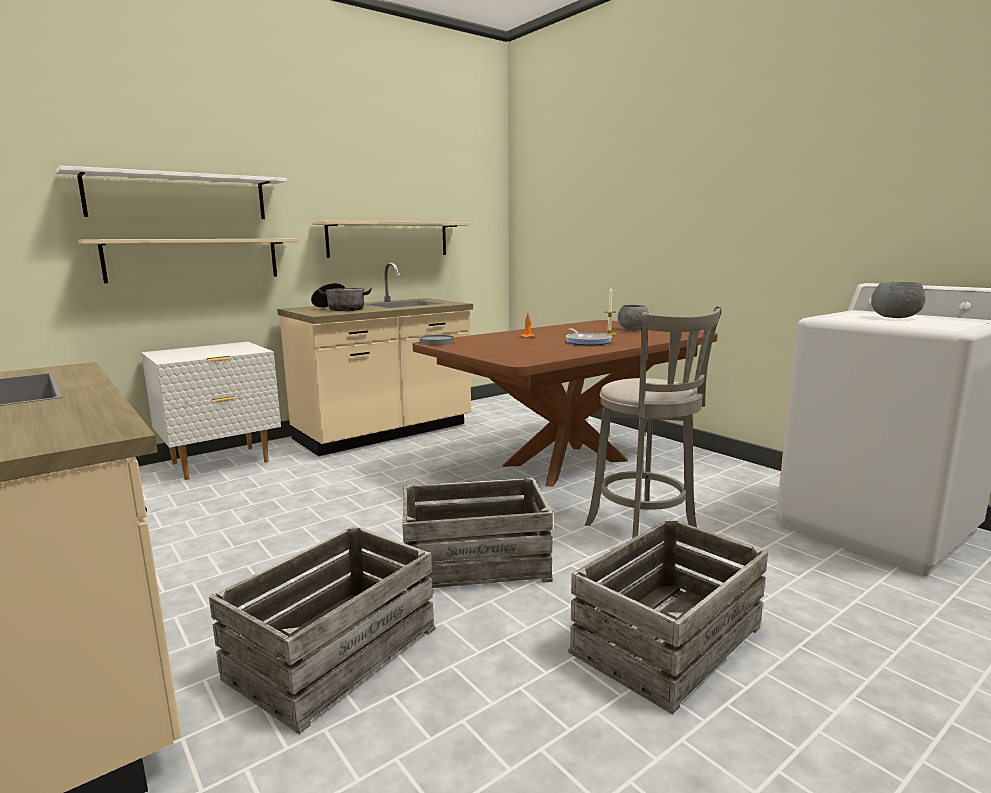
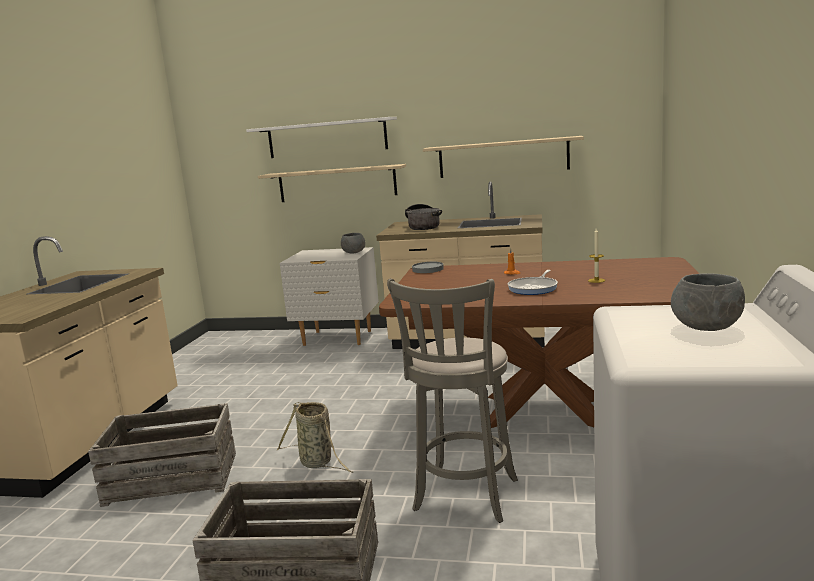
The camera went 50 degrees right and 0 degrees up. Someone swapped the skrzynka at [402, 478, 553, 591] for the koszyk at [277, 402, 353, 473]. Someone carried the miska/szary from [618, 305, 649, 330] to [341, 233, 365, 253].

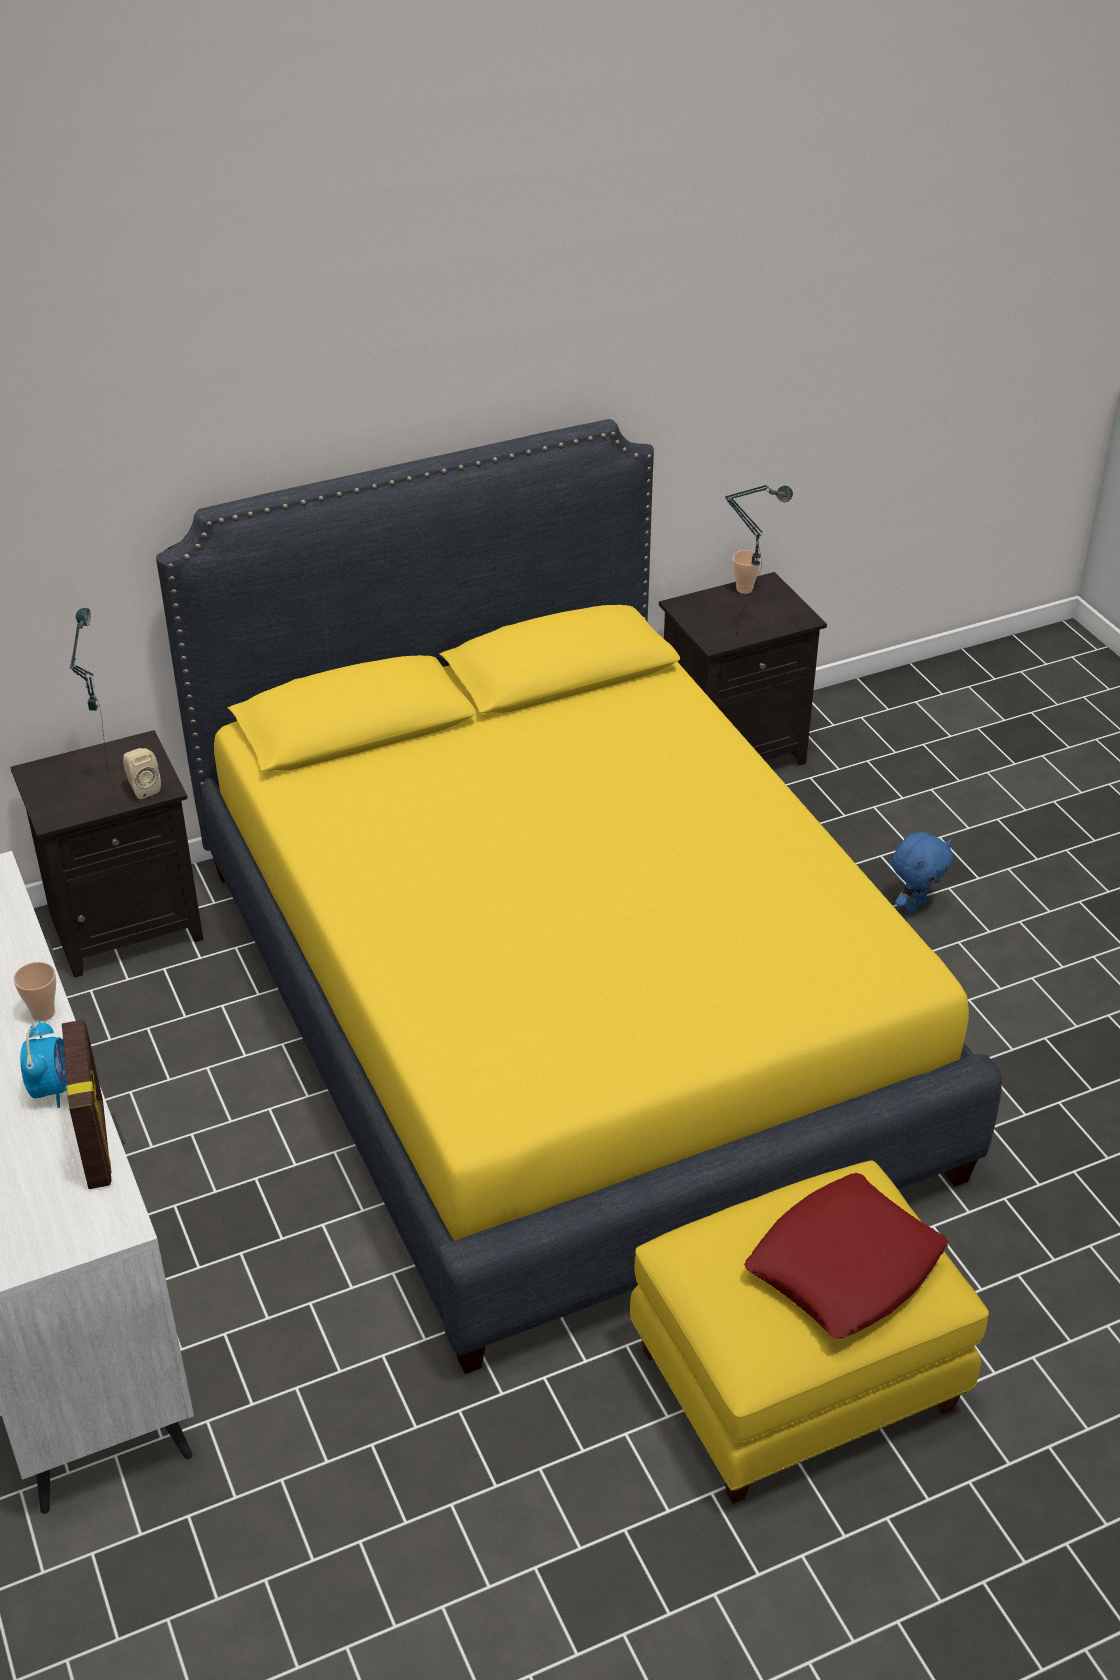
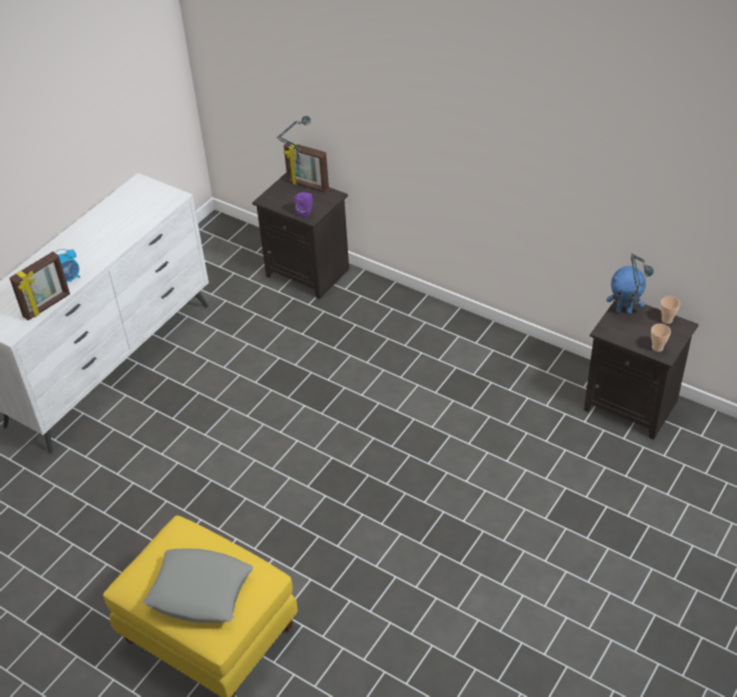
The camera went 60 degrees right and 5 degrees up. Someone carried the filiżanka from [13, 962, 56, 1021] to [651, 324, 671, 352]. Someone repainted the głośnik/beżowy at [123, 748, 161, 799], which became the głośnik/fioletowy at [295, 192, 313, 218]. Someone took away the łóżko/żółty at [156, 419, 1002, 1374]. Someone repainted the poduszka/czerwony at [744, 1173, 948, 1339], which became the poduszka/szary at [143, 548, 253, 623]. Someone carried the pluszak/niebieski from [892, 832, 953, 913] to [606, 266, 646, 314]. Someone put down the ramka na zdjęcie at [284, 142, 329, 193].

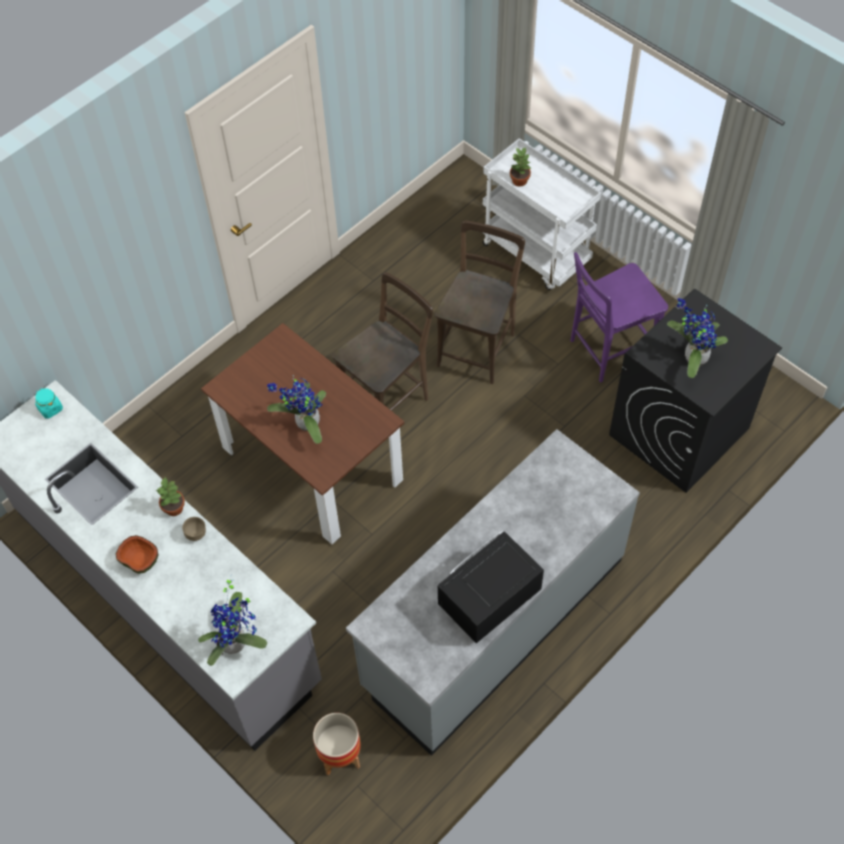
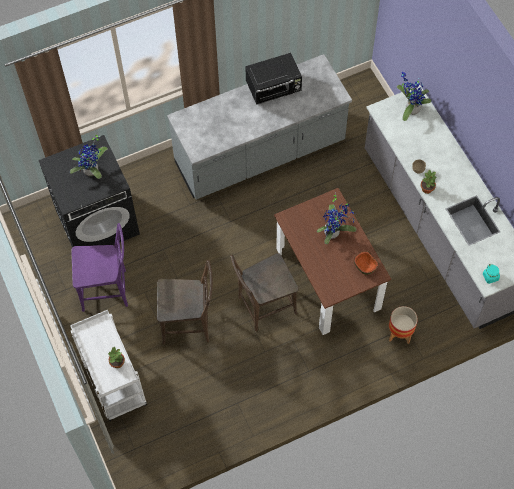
The camera went 160 degrees left and 5 degrees up. Someone carried the miska from [116, 535, 158, 574] to [354, 251, 378, 275]. Someone carried the donica from [313, 713, 361, 776] to [389, 306, 418, 344]. Someone rotated the krzesło/brązowy at [435, 220, 525, 384] by 135 degrees counterclockwise.

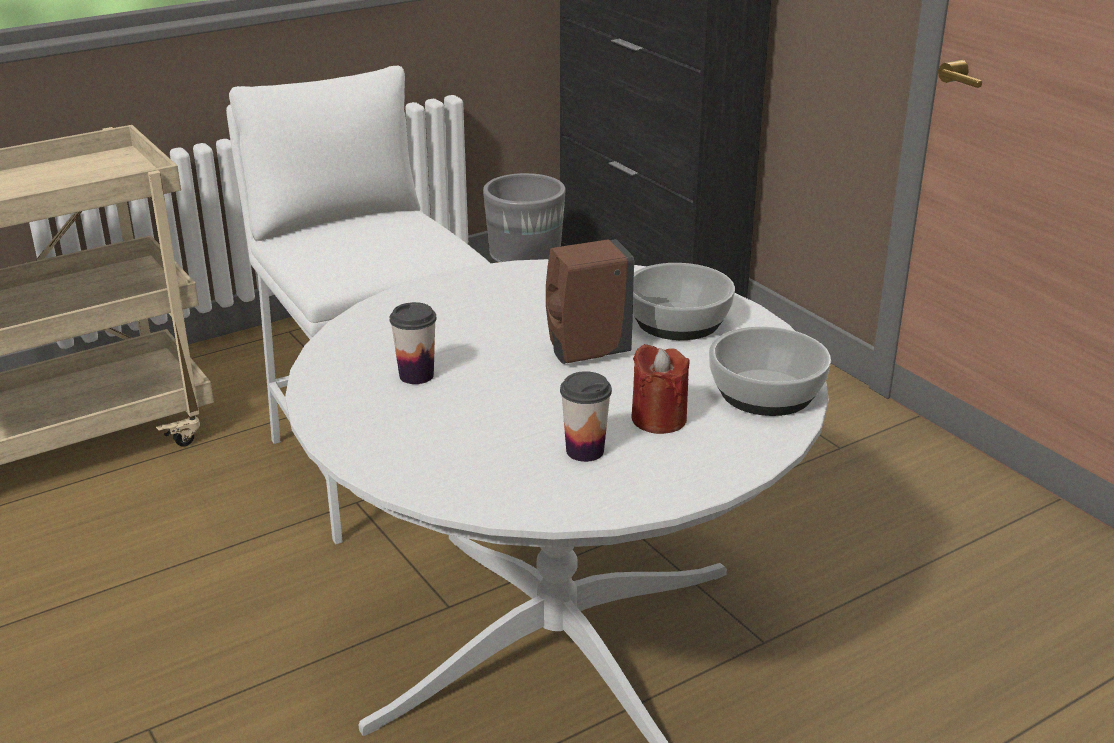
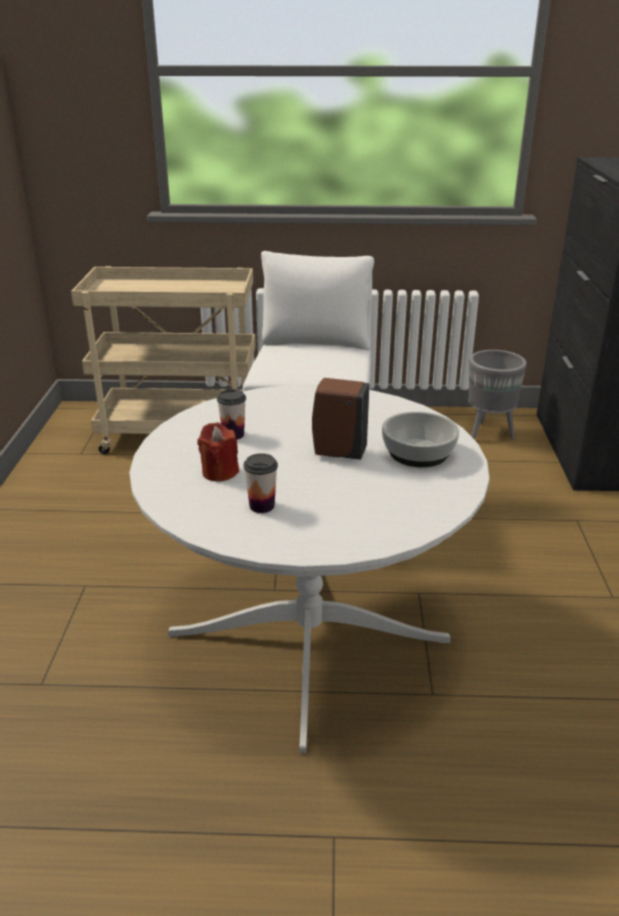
The camera went 35 degrees right and 0 degrees up. Someone carried the świeca/czerwony from [632, 344, 690, 434] to [197, 423, 239, 482]. Someone took away the miska at [709, 326, 831, 416].

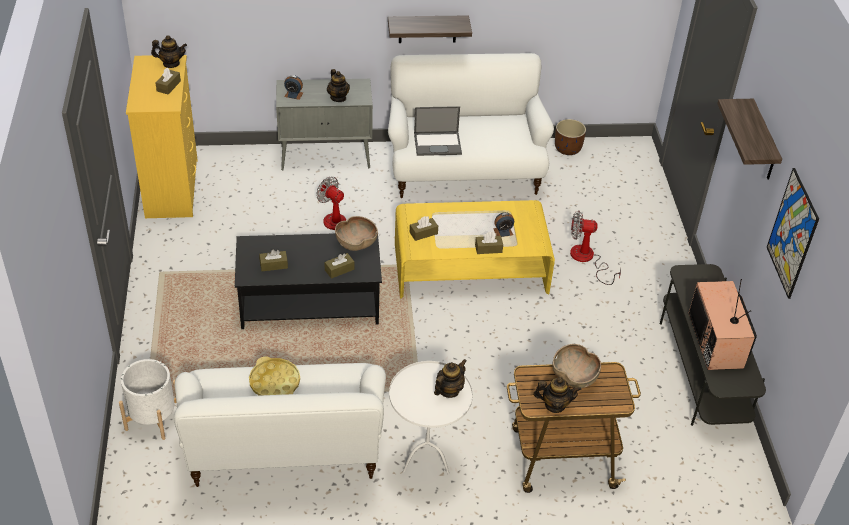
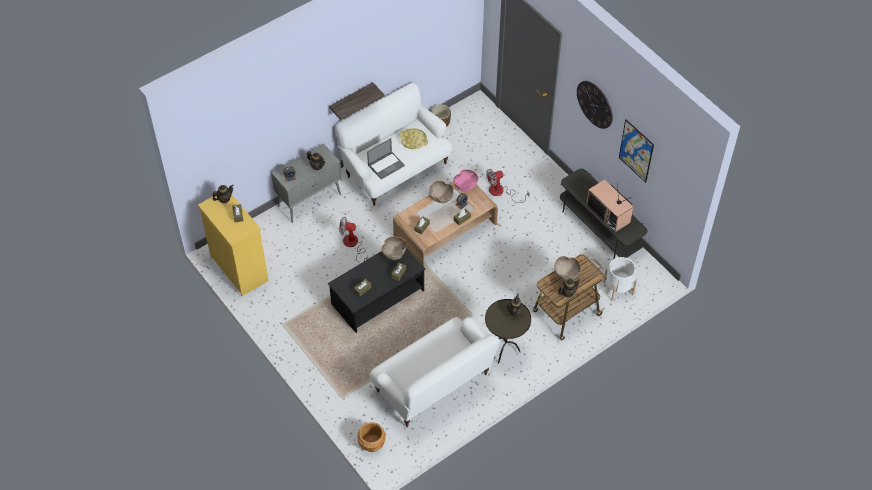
The camera went 30 degrees left and 10 degrees up. Someone carried the donica/biały from [119, 359, 176, 440] to [603, 257, 637, 301]. Someone carried the taca/żółty from [249, 357, 300, 396] to [399, 128, 428, 149]. Someone repainted the stolik/biały at [389, 361, 473, 475], which became the stolik/brązowy at [485, 299, 531, 364]. Someone repainted the ława/żółty at [395, 200, 555, 299], which became the ława/brązowy at [393, 181, 498, 267]. Someone swapped the półka at [717, 99, 782, 180] for the zegar ścienny at [577, 81, 613, 129]. Someone put down the donica/brązowy at [358, 422, 386, 452]. Someone put down the miska/brązowy at [429, 181, 454, 203]. Someone put down the miska/różowy at [453, 169, 478, 191].

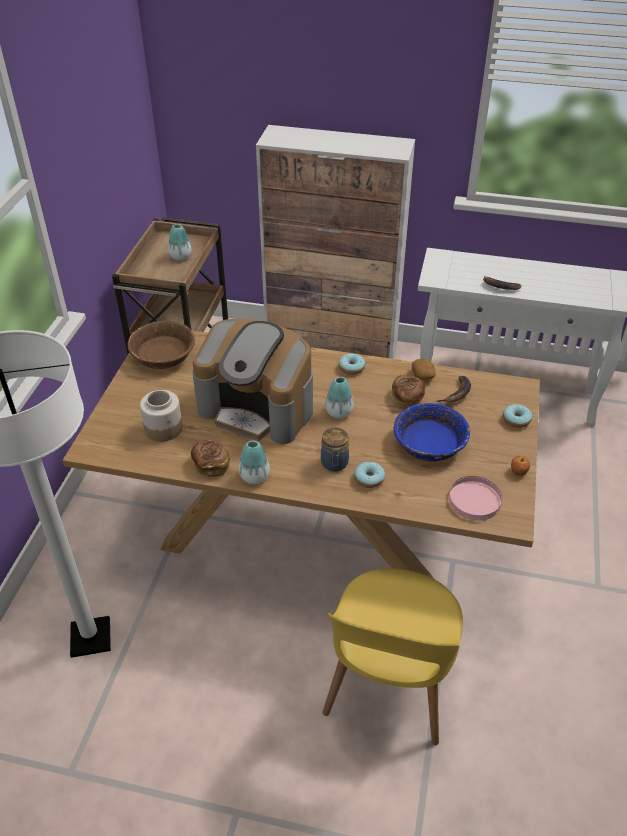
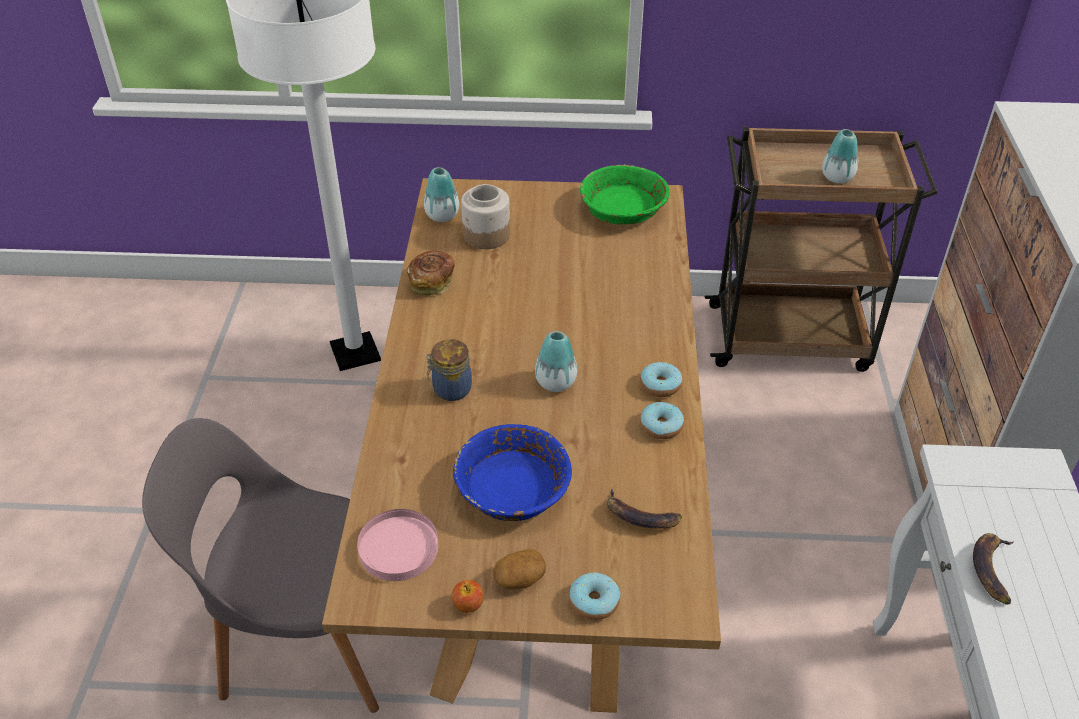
The camera went 80 degrees right and 0 degrees up. Someone repainted the miska/brązowy at [127, 321, 195, 369], which became the miska/zielony at [580, 164, 670, 225]. Someone took away the ekspres do kawy at [193, 319, 313, 444]. Someone carried the wazon from [239, 440, 270, 484] to [424, 167, 459, 222]. Someone repainted the krzesło/żółty at [323, 568, 463, 745], which became the krzesło/szary at [142, 418, 379, 713]. Someone carried the donut from [354, 462, 385, 488] to [640, 402, 684, 439]. Someone took away the chleb at [391, 375, 425, 406]. Someone carried the ziemniak from [412, 359, 436, 380] to [493, 549, 546, 590].

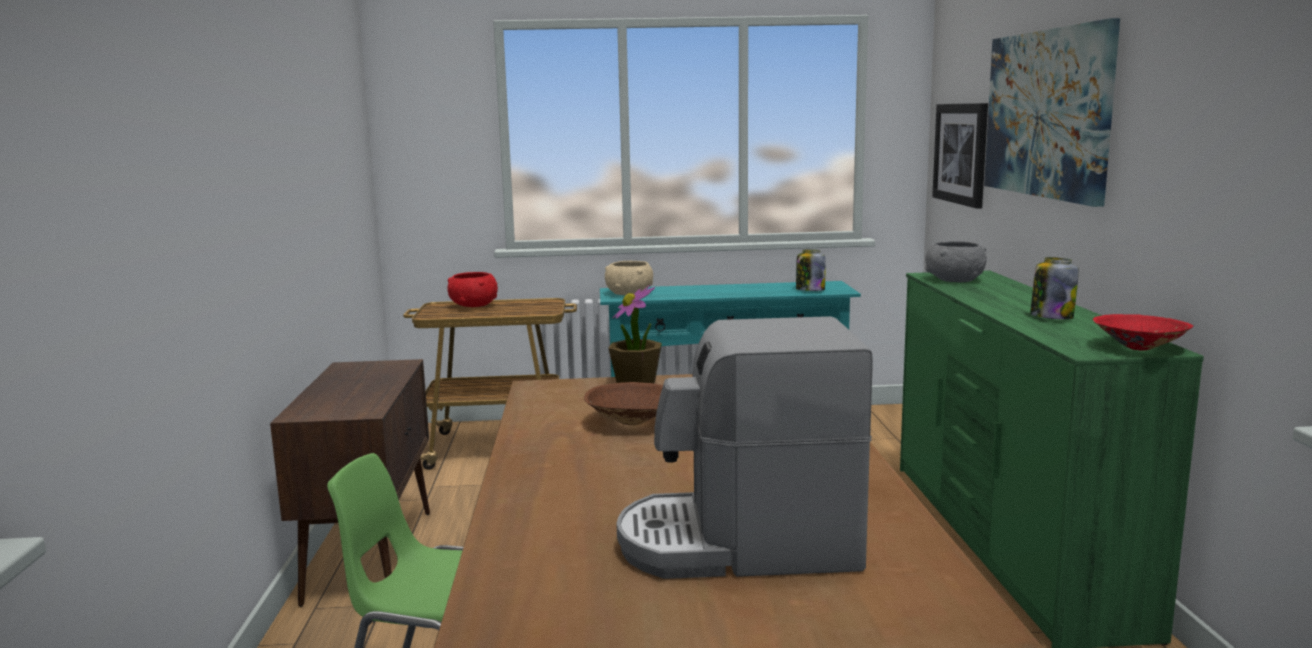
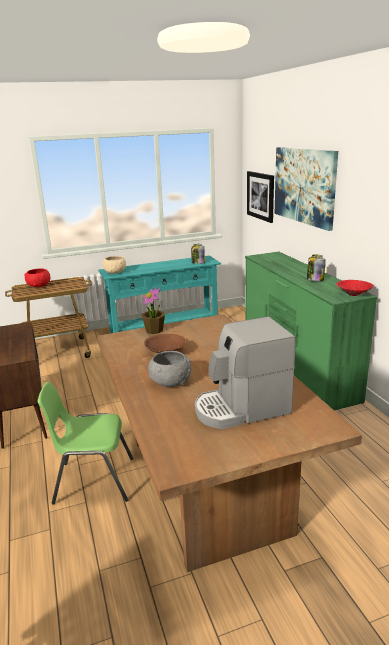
The camera went 15 degrees left and 10 degrees up. Someone carried the miska/szary from [925, 241, 987, 282] to [148, 351, 191, 387].

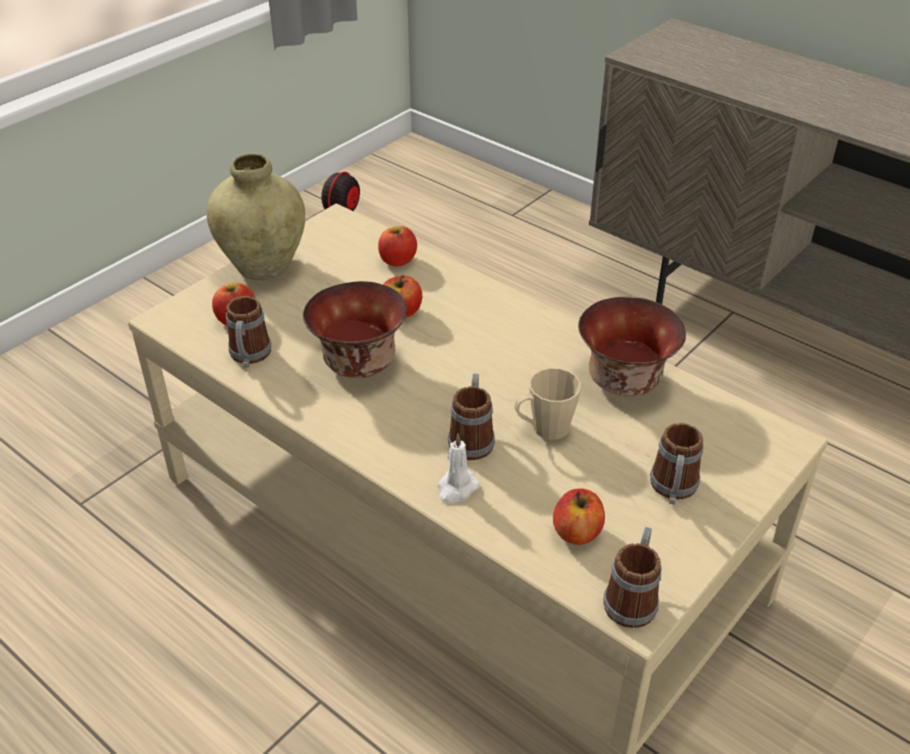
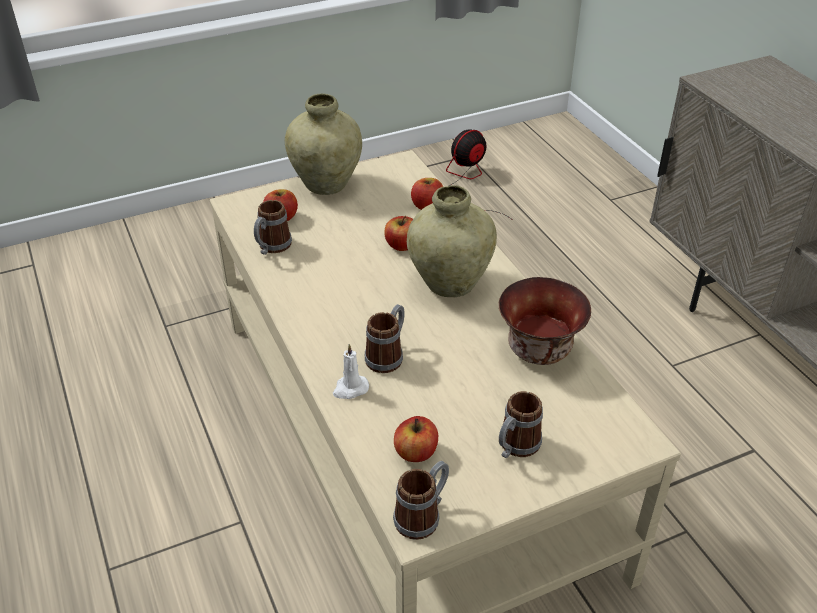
The camera went 25 degrees right and 0 degrees up. Someone took away the miska at [303, 281, 407, 378]. Someone took away the kubek/beżowy at [515, 368, 581, 440]. Someone put down the wazon/beżowy at [407, 185, 497, 297].

